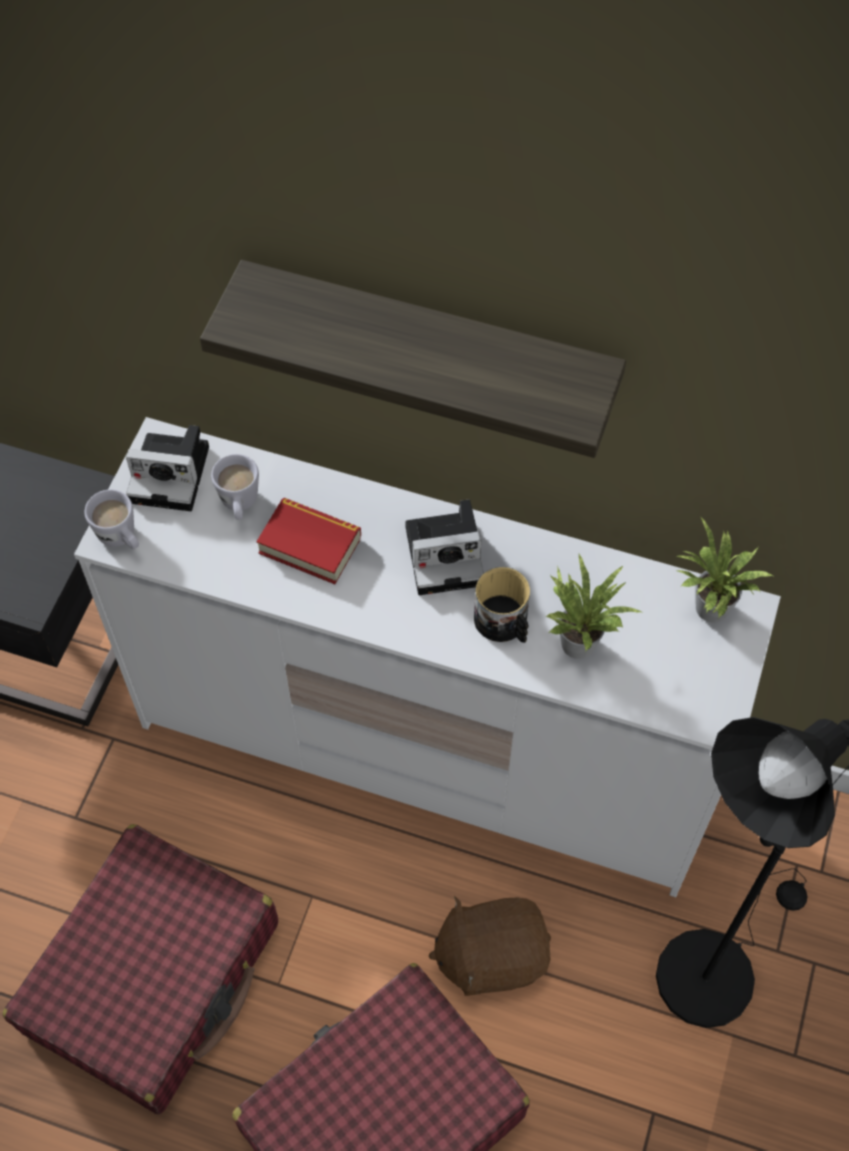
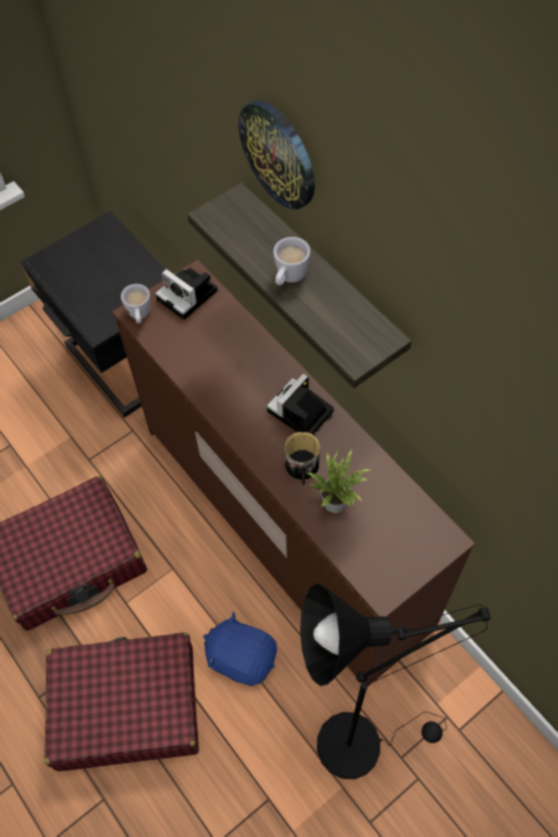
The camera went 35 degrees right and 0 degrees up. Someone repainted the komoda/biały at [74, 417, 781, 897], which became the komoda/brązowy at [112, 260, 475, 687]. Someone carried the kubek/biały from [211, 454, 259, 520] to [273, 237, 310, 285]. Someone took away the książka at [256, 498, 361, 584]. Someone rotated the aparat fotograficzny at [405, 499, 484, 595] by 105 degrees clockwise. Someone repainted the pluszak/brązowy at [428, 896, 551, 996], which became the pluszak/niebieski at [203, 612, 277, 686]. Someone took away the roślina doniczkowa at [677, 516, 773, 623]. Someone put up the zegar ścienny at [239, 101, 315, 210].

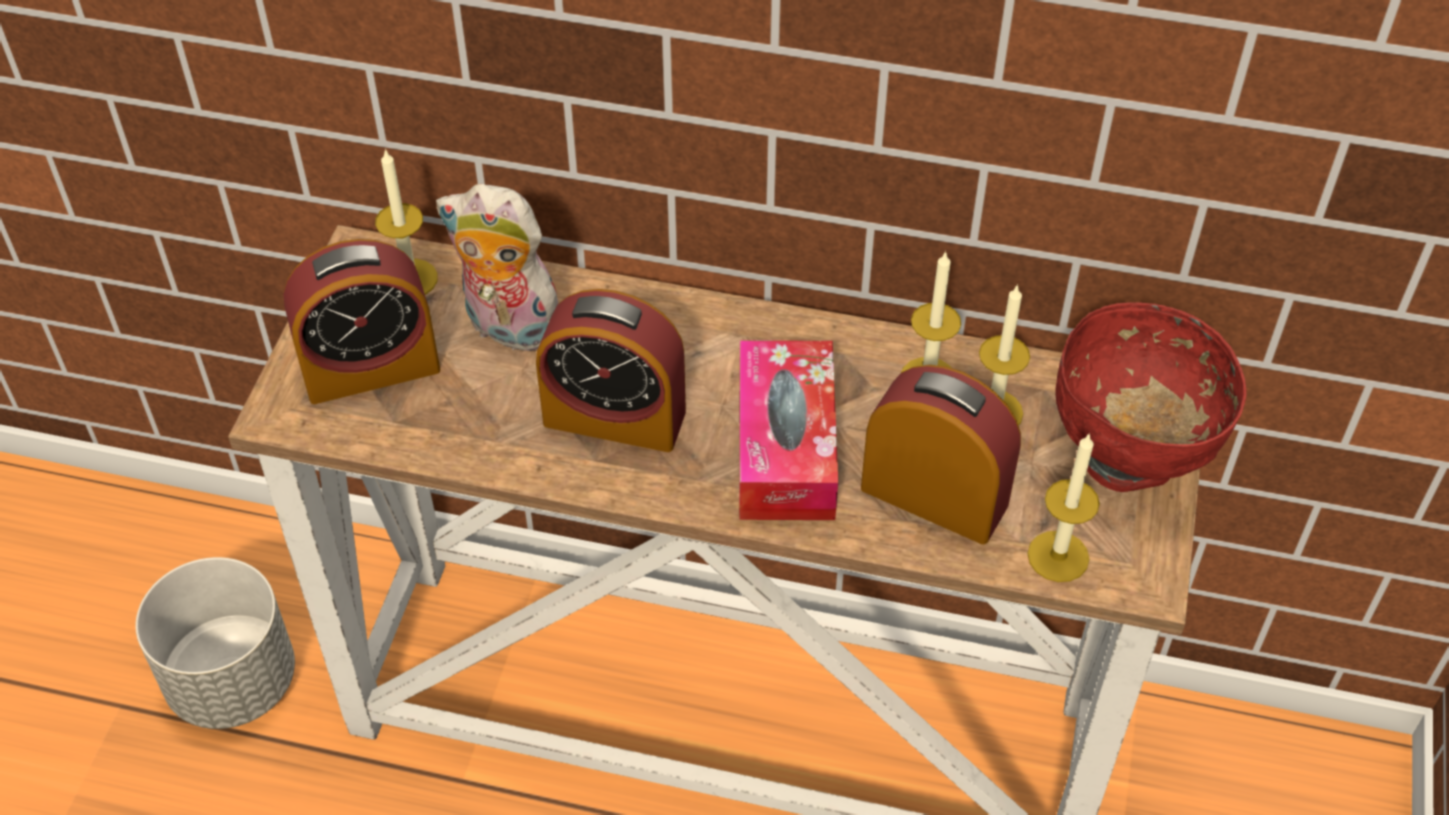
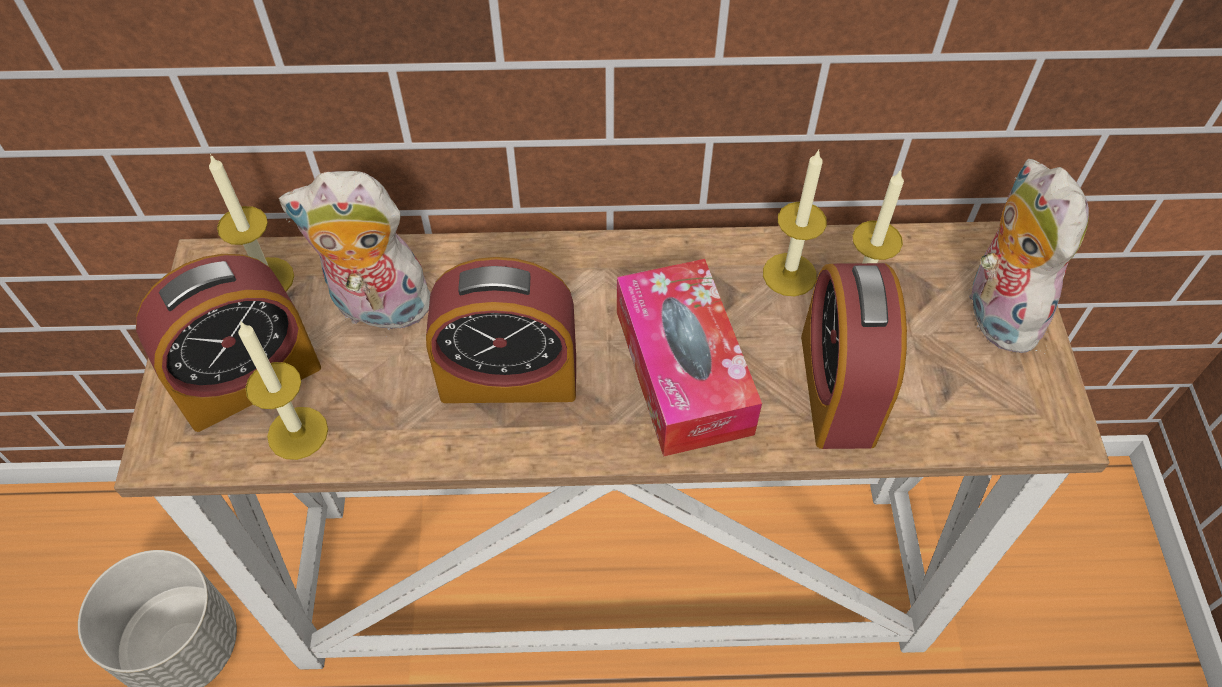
The camera went 15 degrees left and 5 degrees up. Someone rotated the budzik at [861, 365, 1021, 544] by 105 degrees counterclockwise. Someone carried the świeca from [1027, 433, 1100, 582] to [238, 321, 328, 460]. Someone swapped the miska/czerwony at [1055, 303, 1247, 492] for the pluszak at [968, 159, 1089, 353].

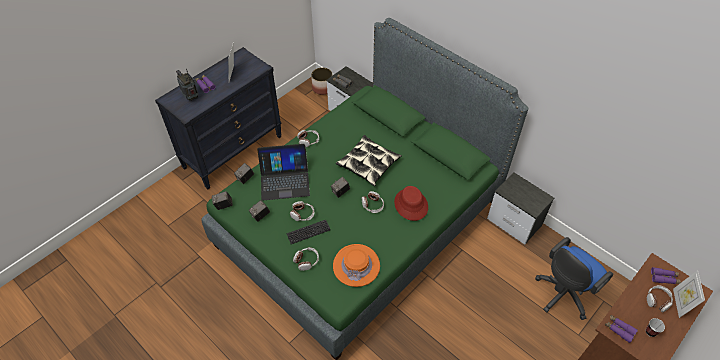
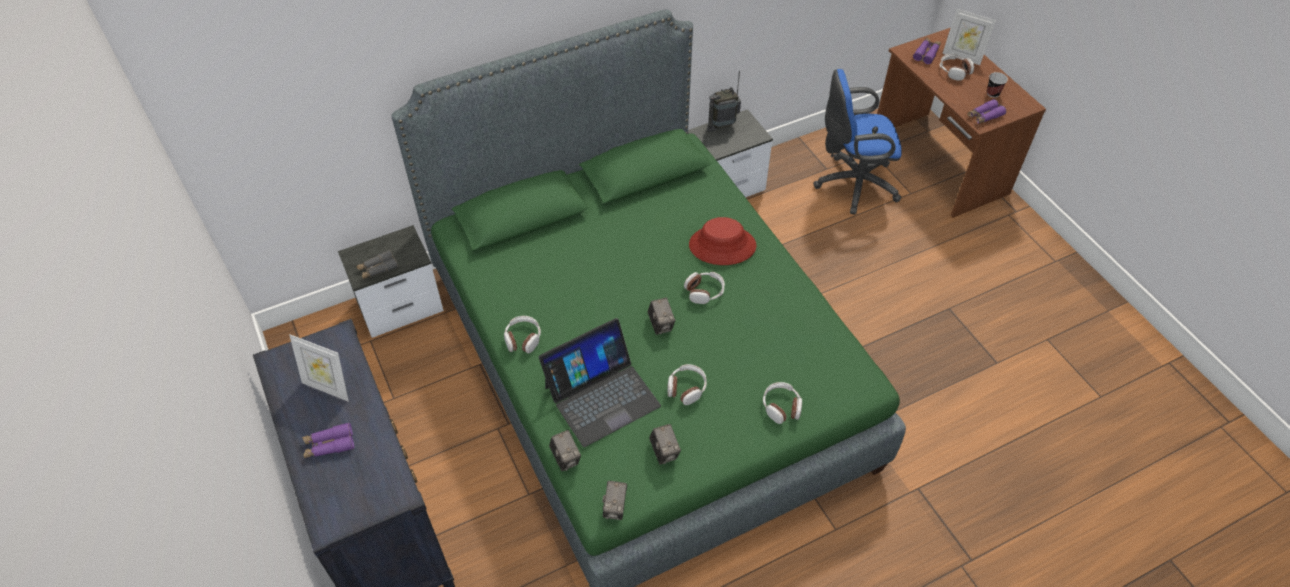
The camera went 70 degrees left and 0 degrees up. Someone carried the radio from [176, 69, 199, 101] to [707, 71, 741, 132]. Someone rotated the laptop at [257, 144, 310, 201] by 45 degrees clockwise. Someone took away the klawiatura at [286, 220, 331, 244]. Someone took away the donica at [311, 67, 333, 95]. Someone took away the kapelusz/pomarańczowy at [333, 244, 380, 287]. Someone took away the poduszka at [336, 135, 402, 186]. Someone rotated the krzesło biurowe/niebieski at [535, 237, 613, 320] by 105 degrees clockwise.

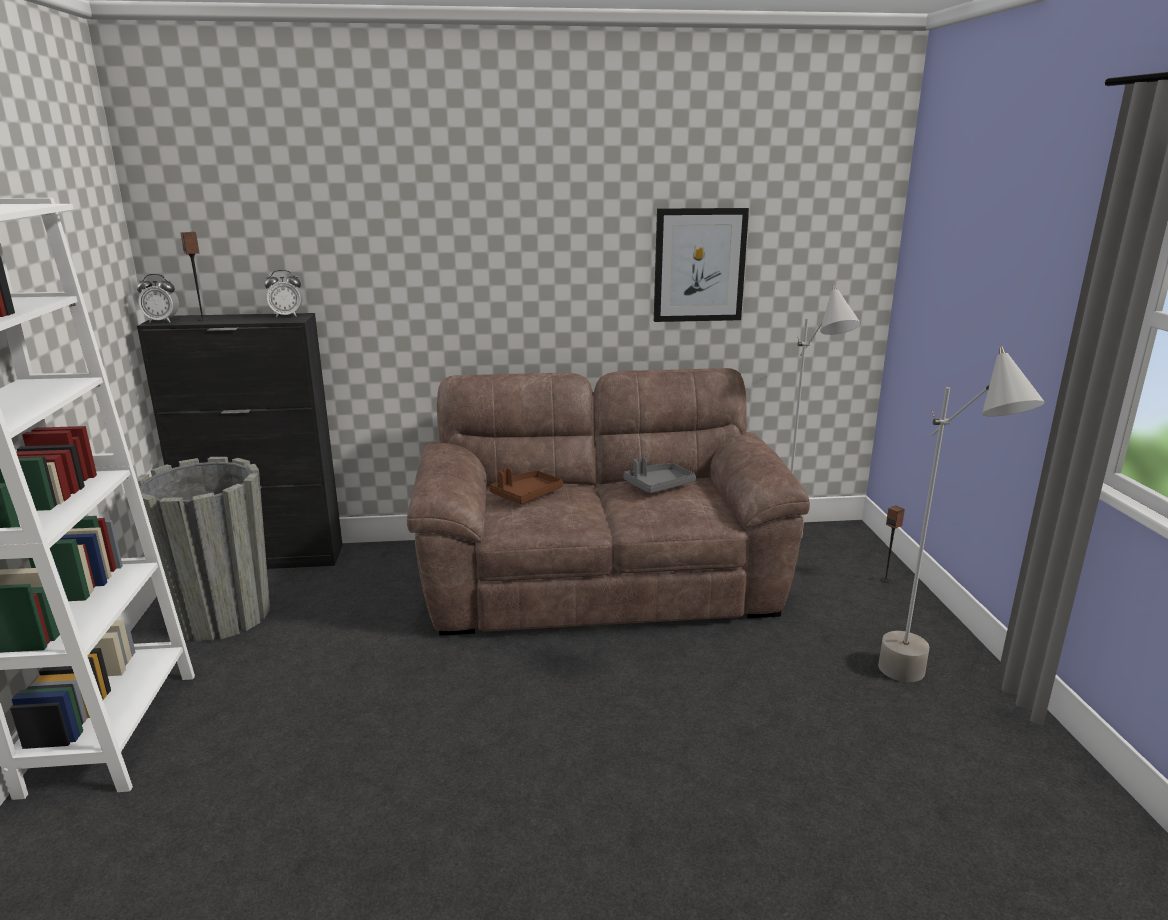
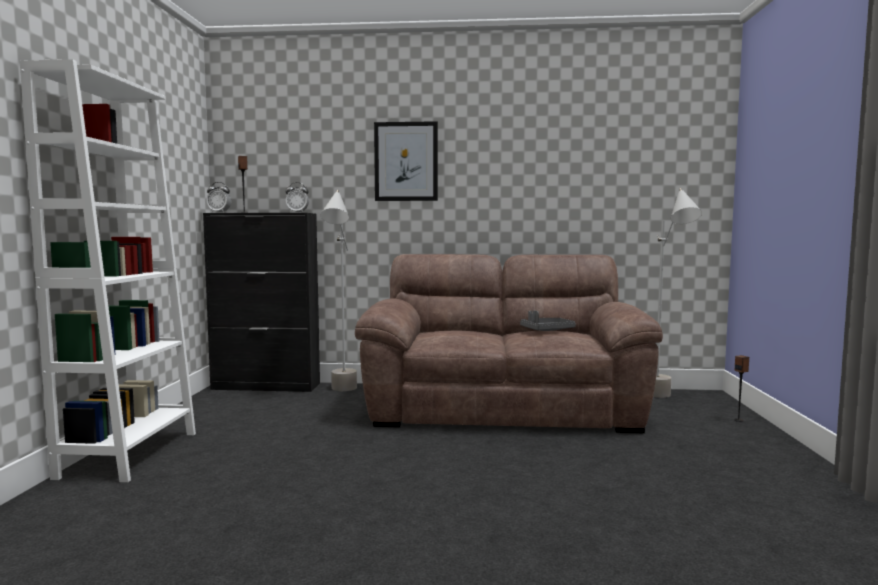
The camera went 10 degrees right and 15 degrees down. Someone took away the donica/szary at [137, 457, 270, 641]. Someone took away the taca/brązowy at [490, 468, 563, 504]. Someone carried the obraz from [654, 208, 749, 322] to [374, 121, 438, 201]. Someone carried the lampa stojąca/szary from [878, 346, 1045, 682] to [321, 190, 357, 391].

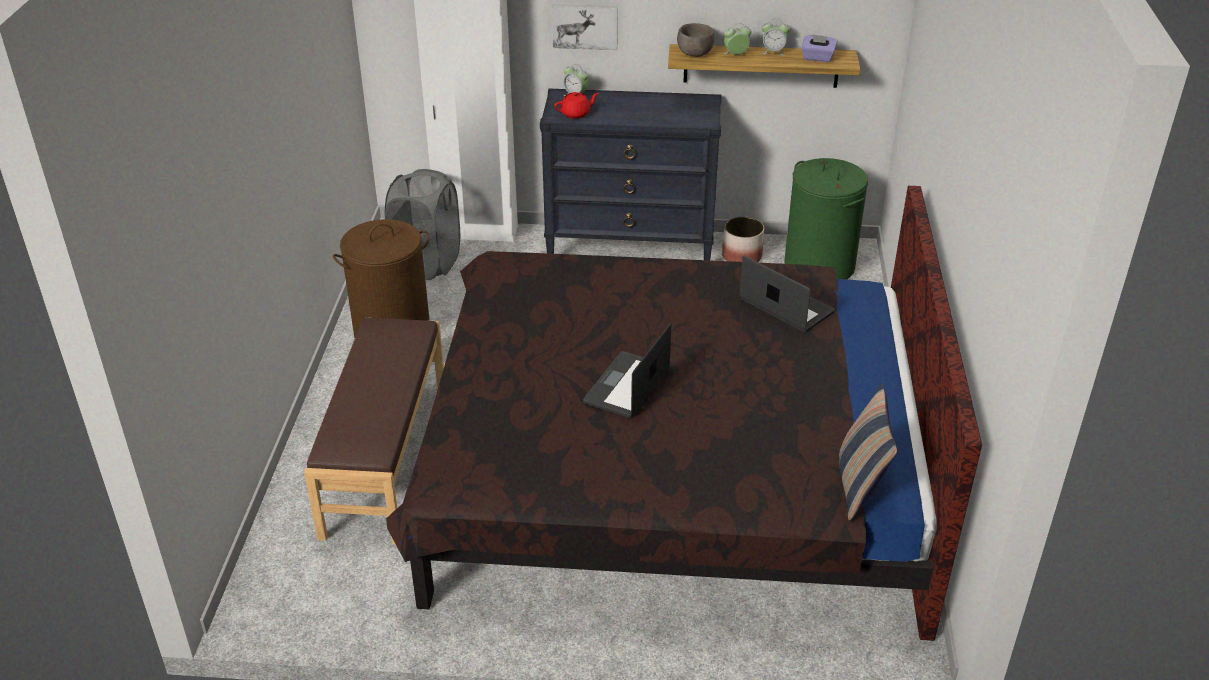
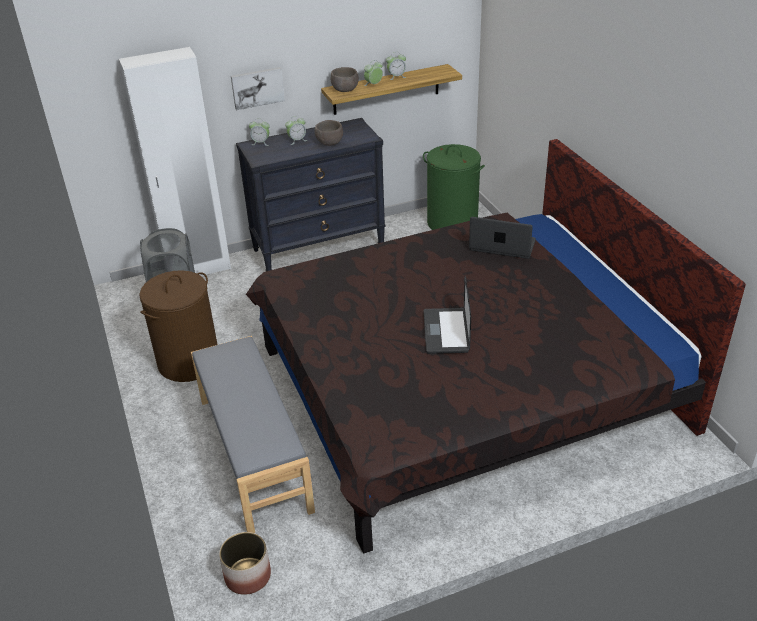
The camera went 25 degrees left and 0 degrees up. Someone repainted the ławka/brązowy at [304, 318, 444, 545], which became the ławka/szary at [191, 336, 315, 533]. Someone took away the imbryk/czerwony at [554, 92, 599, 119]. Someone carried the donica from [722, 217, 764, 262] to [219, 532, 271, 595]. Someone took away the pudełko chusteczek/fioletowy at [801, 34, 838, 62]. Someone took away the poduszka at [838, 384, 898, 521]. Someone put down the budzik at [285, 116, 307, 145]. Someone put down the miska/brązowy at [315, 120, 343, 146].

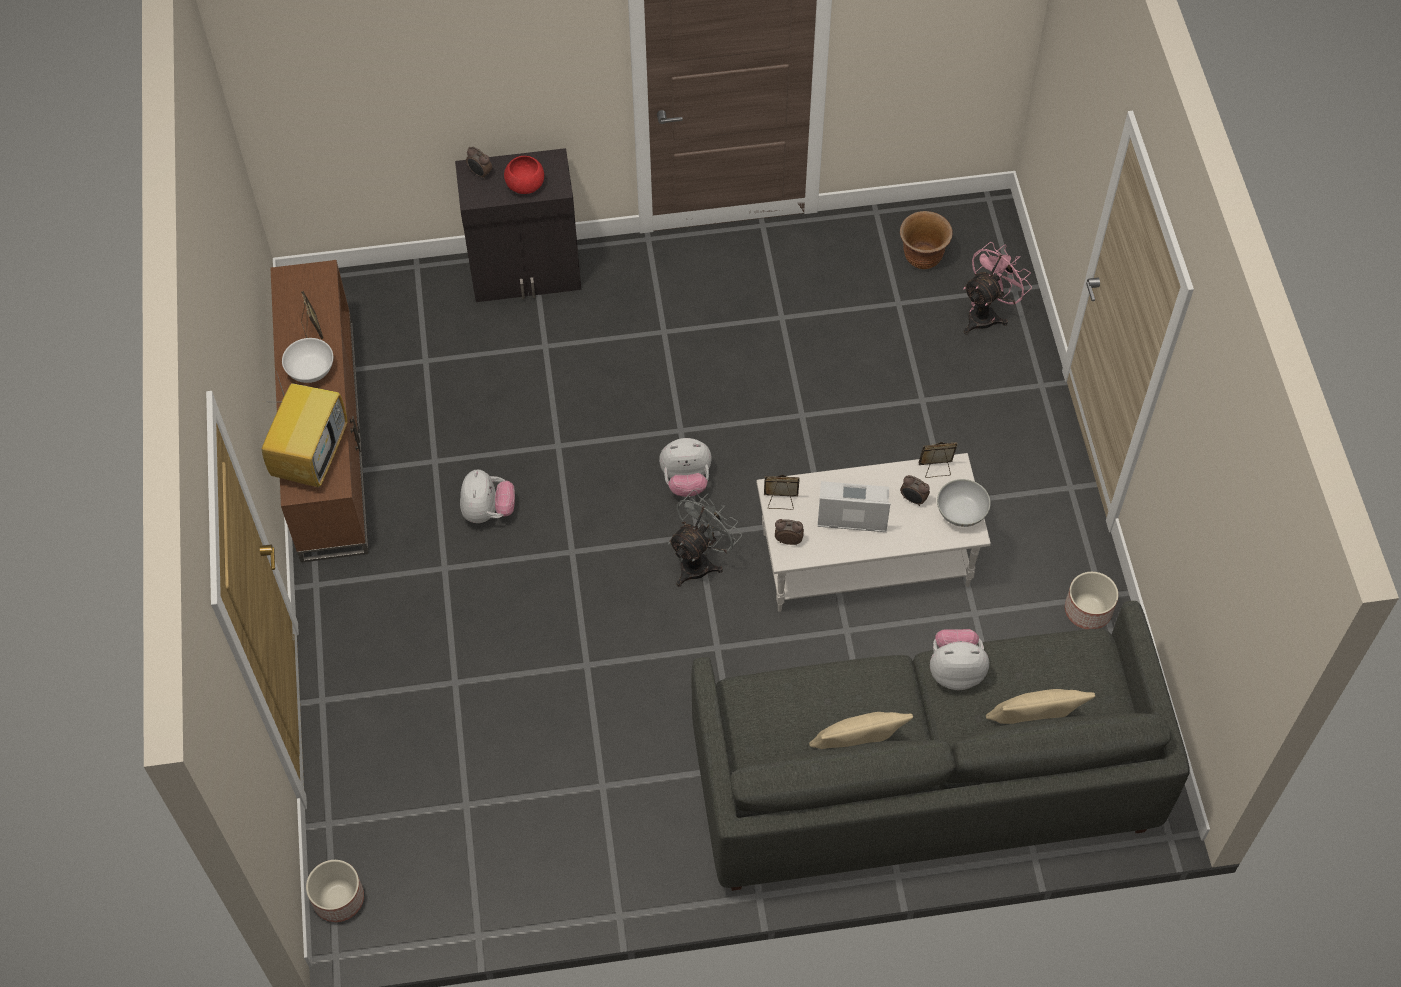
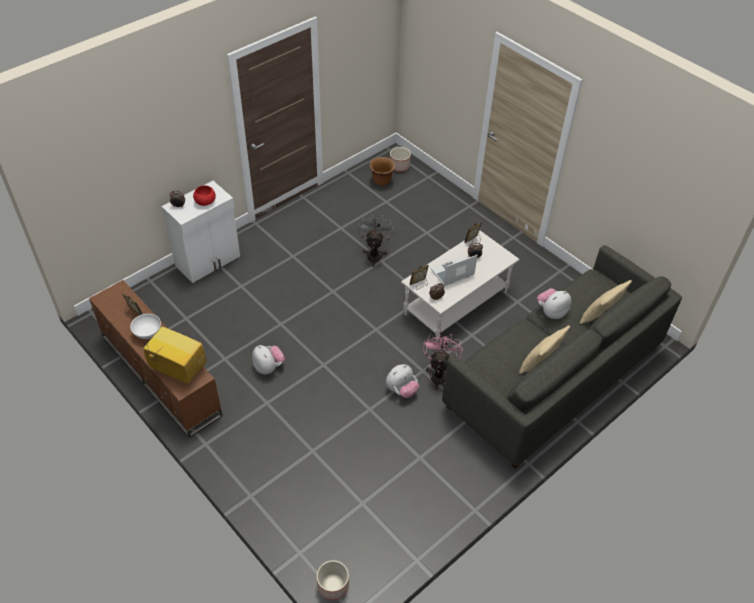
The camera went 35 degrees left and 10 degrees down. Someone rotated the telewizor at [262, 371, 347, 488] by 45 degrees counterclockwise. Someone repainted the szafka/czarny at [455, 148, 581, 302], which became the szafka/biały at [162, 181, 240, 283]. Someone carried the pluszak from [659, 438, 712, 497] to [386, 364, 419, 398]. Someone carried the wentylator/szary from [668, 490, 742, 587] to [358, 213, 393, 267]. Someone took away the miska/biały at [937, 479, 991, 527]. Someone carried the wentylator/różowy from [963, 242, 1032, 334] to [423, 331, 463, 390]. Someone carried the donica from [1065, 572, 1119, 629] to [390, 147, 411, 172].

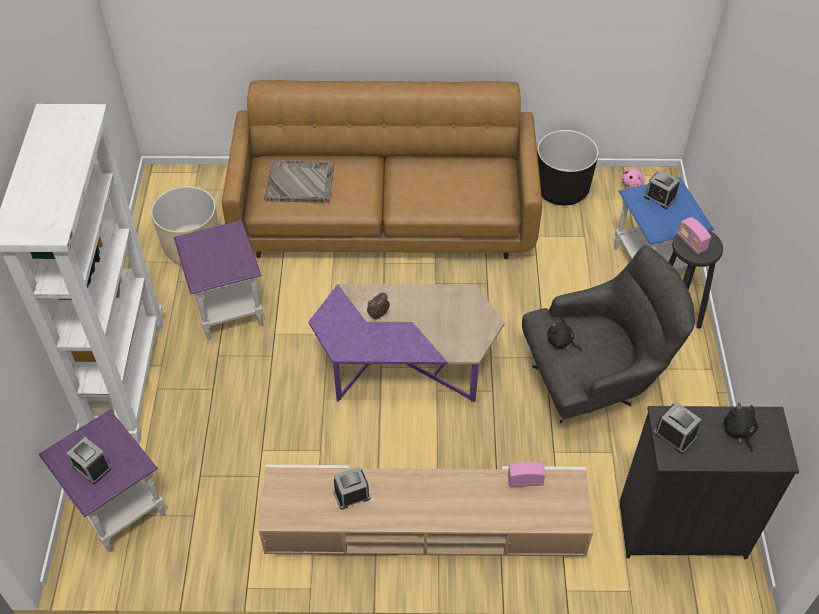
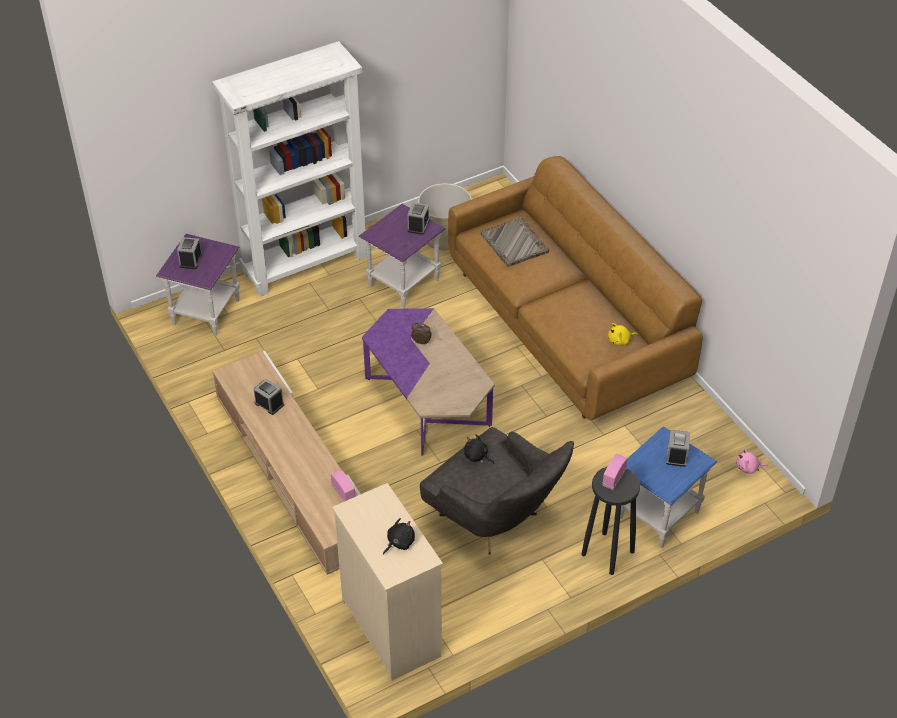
The camera went 60 degrees right and 5 degrees down. Someone took away the donica/czarny at [537, 130, 599, 206]. Someone rotated the pluszak/czarny at [547, 318, 581, 351] by 60 degrees counterclockwise. Someone repainted the komoda/czarny at [619, 406, 799, 559], which became the komoda/beżowy at [332, 483, 443, 681]. Someone carried the budzik from [654, 402, 701, 454] to [407, 203, 429, 235]. Someone put down the pluszak/żółty at [608, 323, 638, 346].

